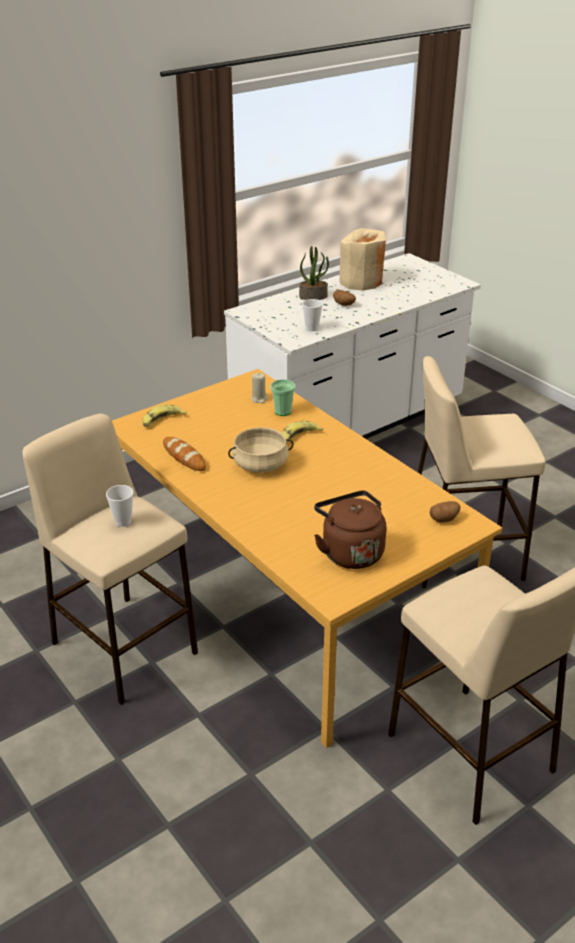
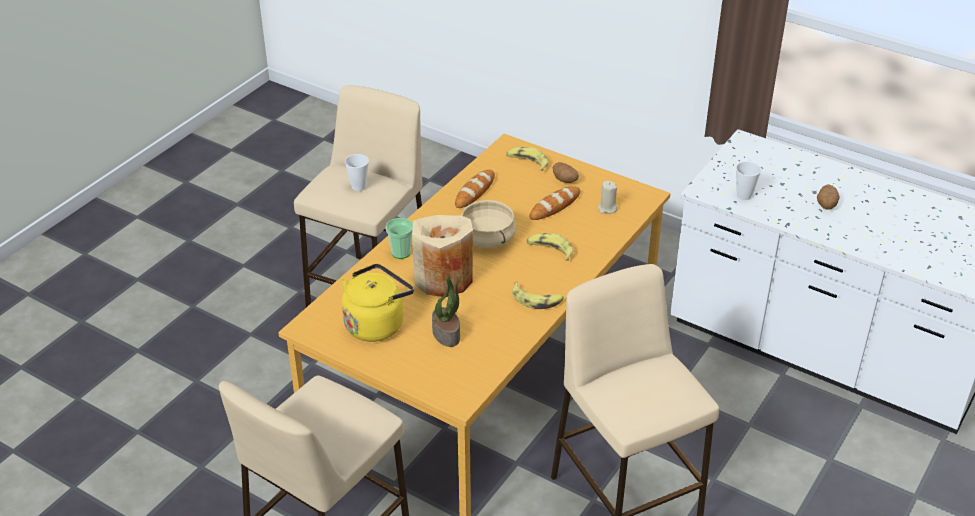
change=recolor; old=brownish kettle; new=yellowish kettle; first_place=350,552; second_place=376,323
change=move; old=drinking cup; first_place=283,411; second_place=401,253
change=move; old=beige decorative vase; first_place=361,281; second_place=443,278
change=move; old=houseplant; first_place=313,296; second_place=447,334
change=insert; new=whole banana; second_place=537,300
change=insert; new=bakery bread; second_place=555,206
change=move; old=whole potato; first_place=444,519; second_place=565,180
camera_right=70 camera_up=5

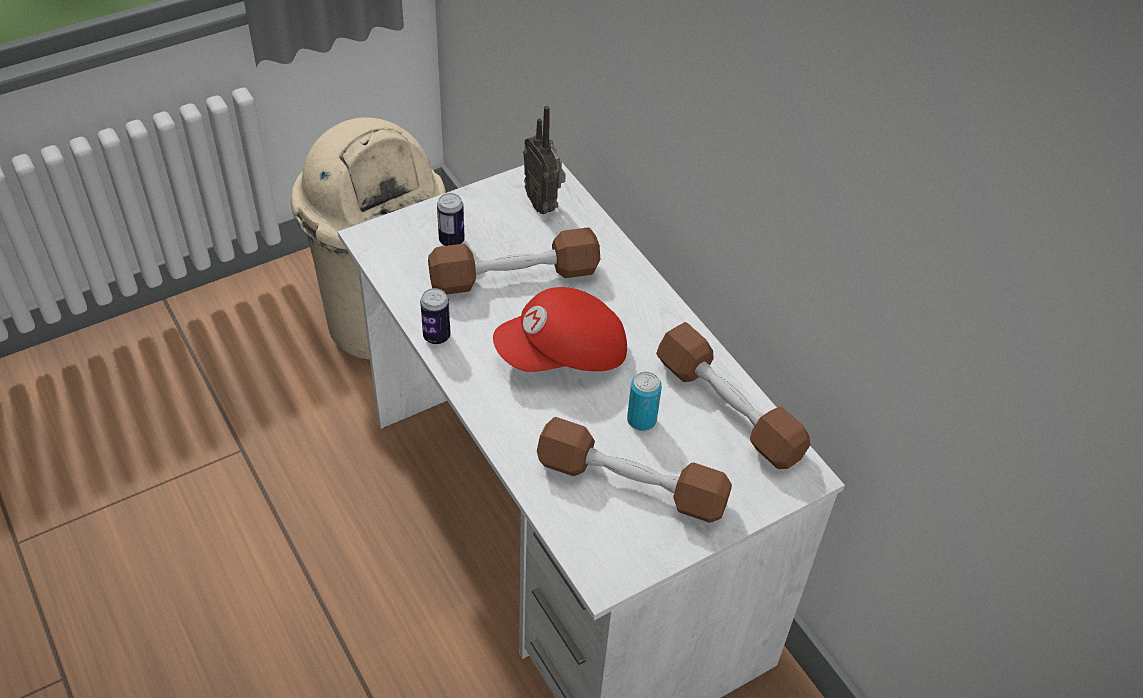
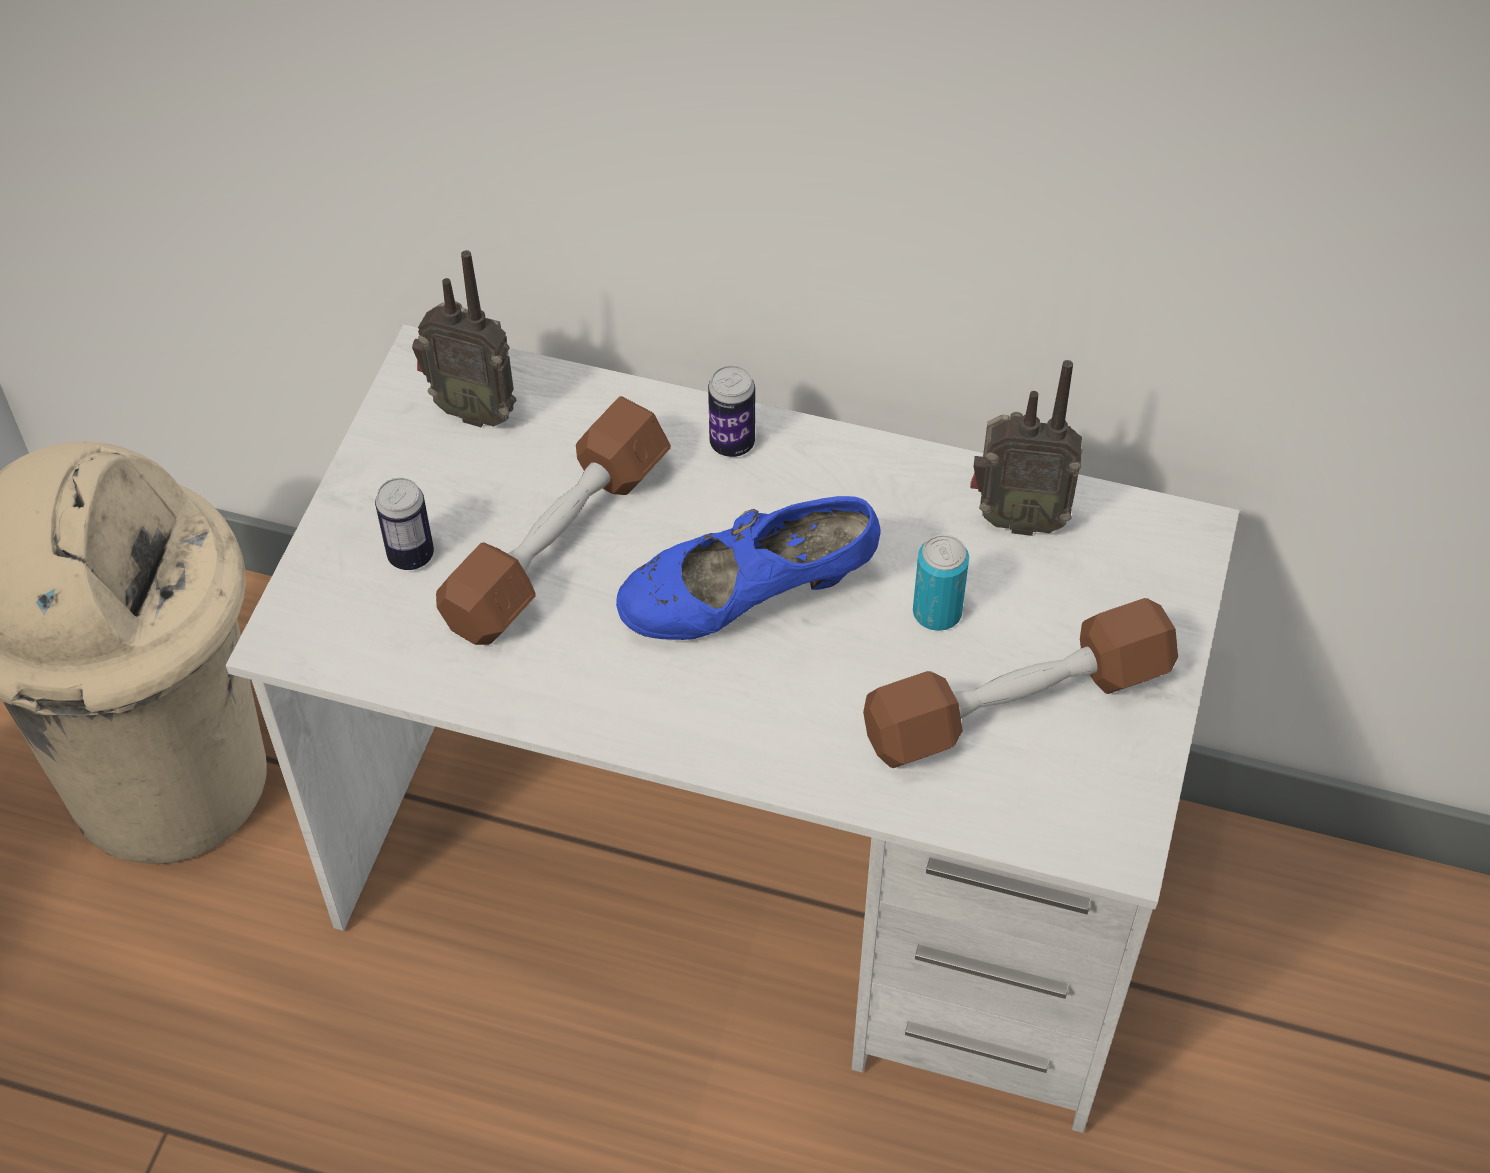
change=replace; old=reddish peaked cap; new=blue-coloured low shoe; first_place=563,355; second_place=747,602
change=move; old=metal can; first_place=436,336; second_place=732,443
change=replace; old=brownish hand weight; new=radio; first_place=728,409; second_place=1017,517
camera_right=-40 camera_up=5

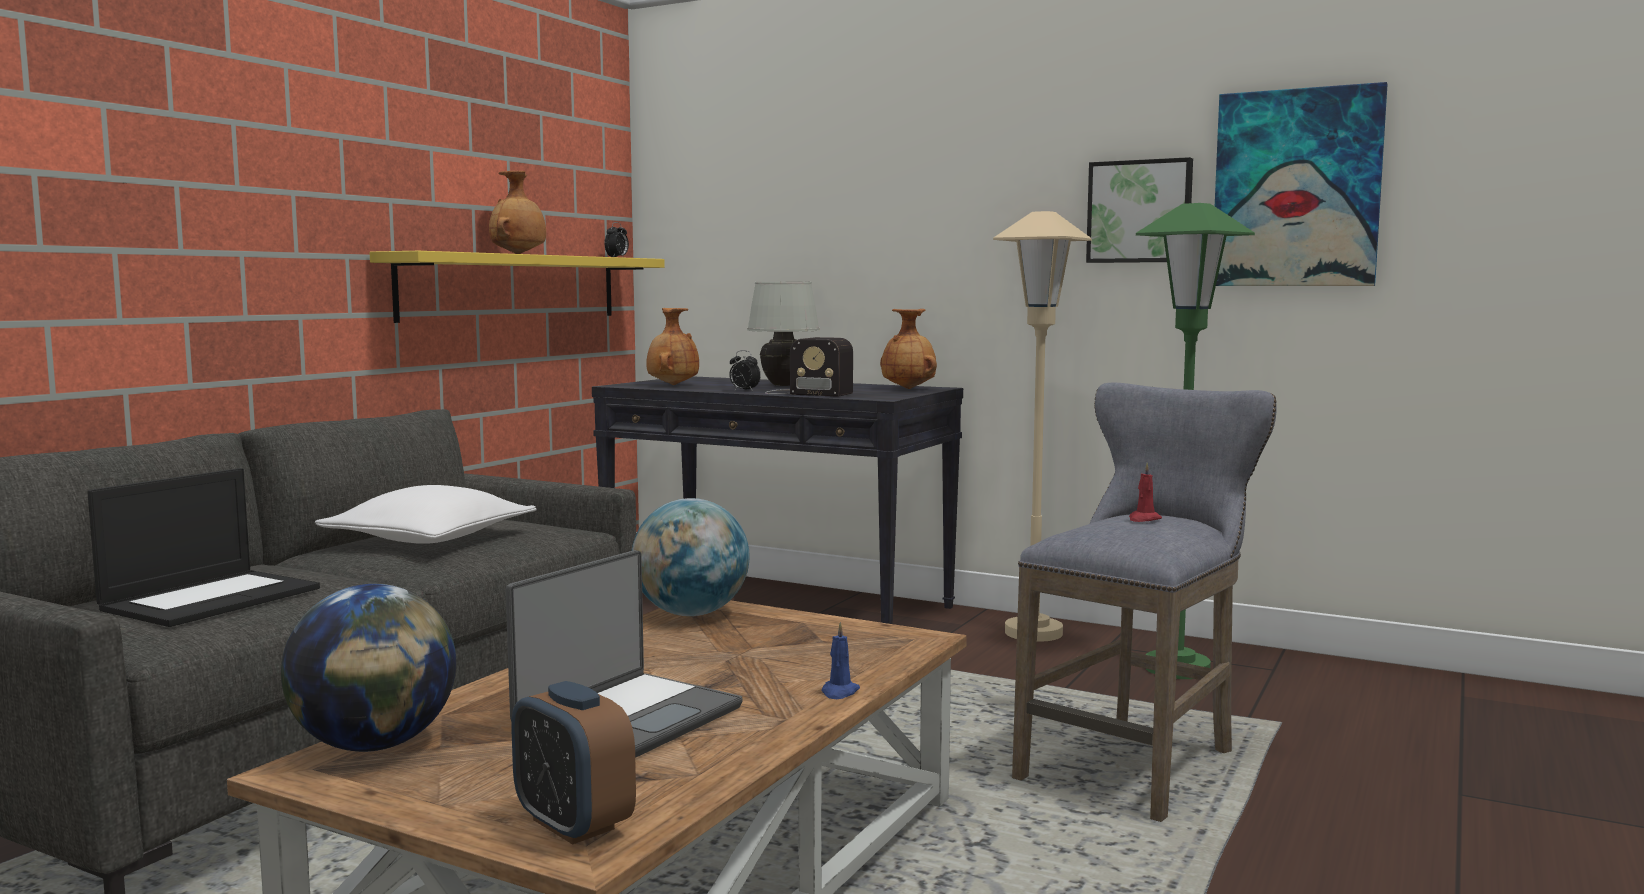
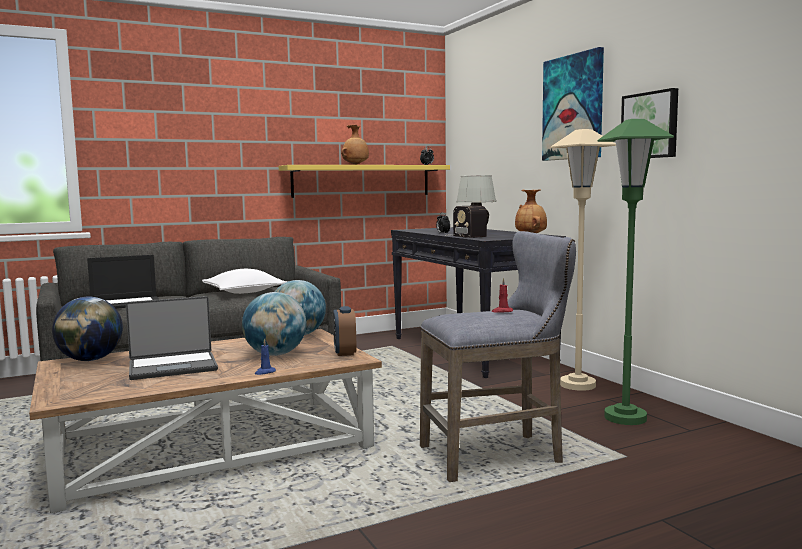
change=insert; new=world globe; second_place=275,354
change=move; old=bedside clock; first_place=573,824; second_place=344,352
change=move; old=wall art; first_place=1296,188; second_place=573,107
change=delete; old=brownish decorative vase; first_place=672,385
camera_right=35 camera_up=0

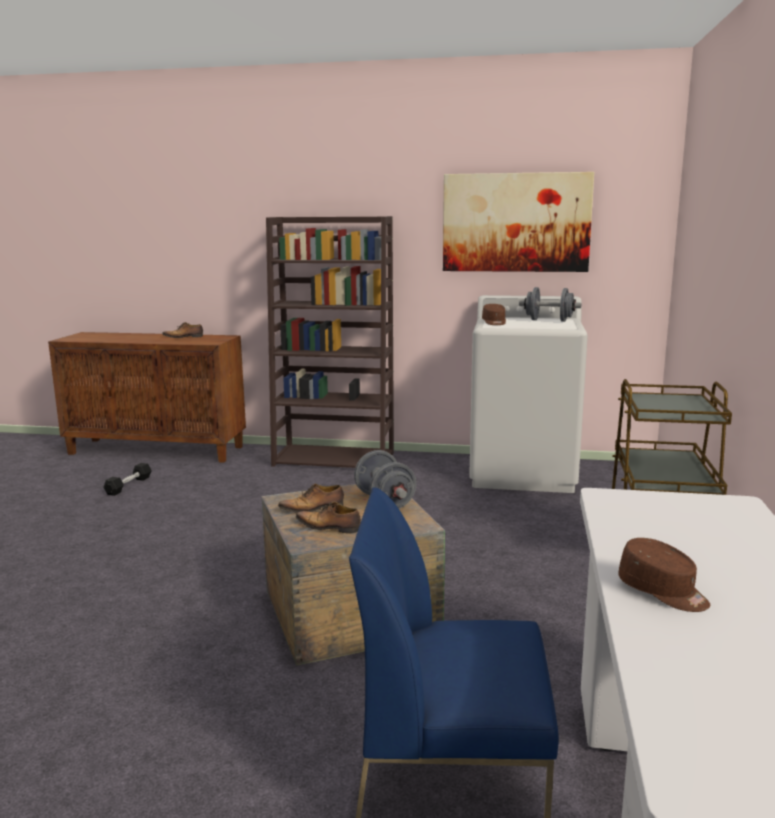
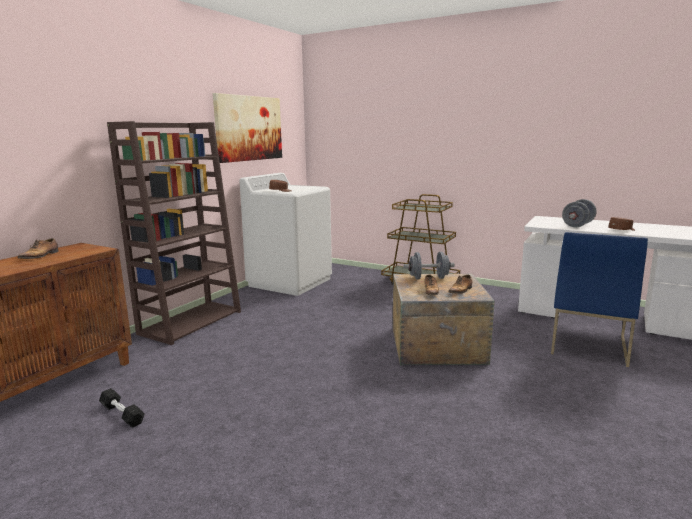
change=move; old=greyish hand weight; first_place=549,320; second_place=577,225
camera_right=-70 camera_up=0

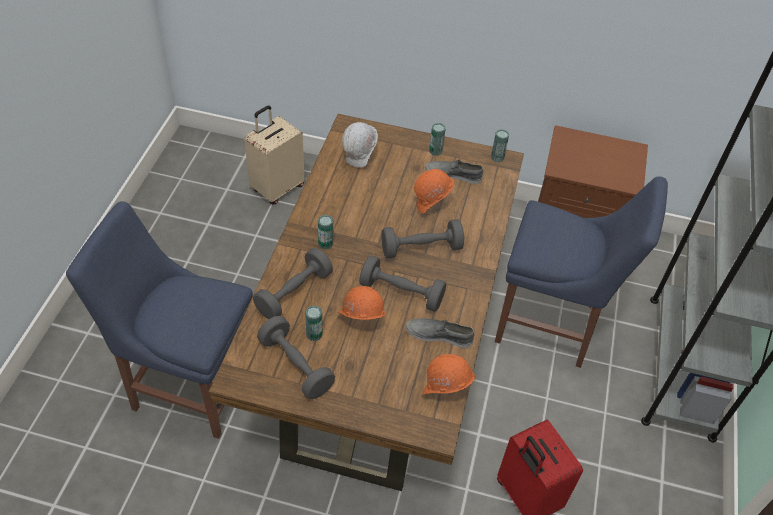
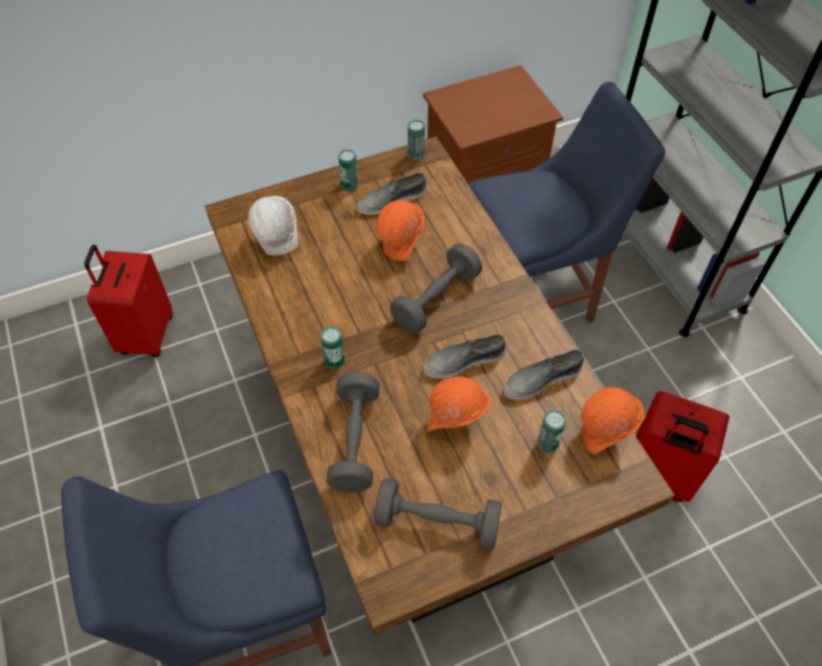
change=recolor; old=beige travel case; new=reddish travel case; first_place=277,188; second_place=145,335
change=replace; old=greyish hand weight; new=greyish low shoe; first_place=401,293; second_place=463,360
change=move; old=metal can; first_place=314,334; second_place=547,443
camera_right=-35 camera_up=5

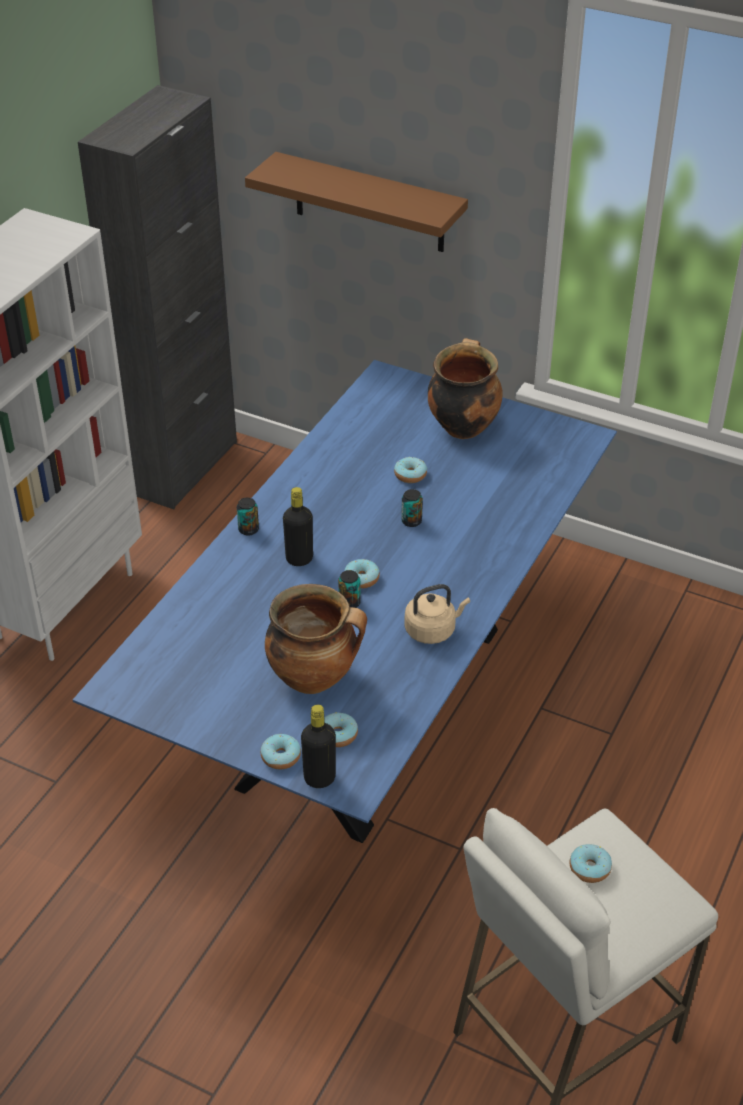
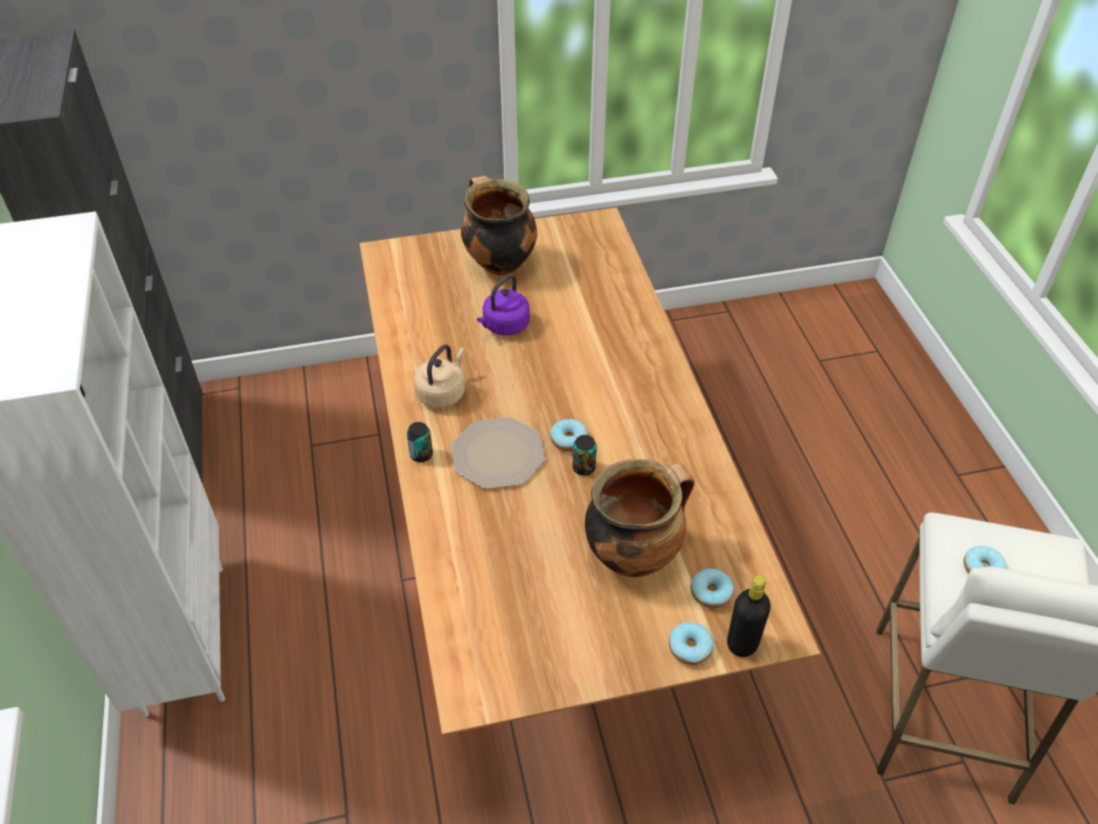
change=recolor; old=blue-coloured kitchen table; new=brownish kitchen table; first_place=371,707; second_place=548,552
change=move; old=beige kettle; first_place=432,630; second_place=442,393
change=replace; old=black drink bottle; new=flat dish; first_place=299,559; second_place=497,454
change=replace; old=doughnut; new=purple-coloured kettle; first_place=410,475; second_place=504,326
change=delete; old=brownish wall shelf; first_place=369,203
change=delete; old=metal can; first_place=411,521
camera_right=-40 camera_up=5

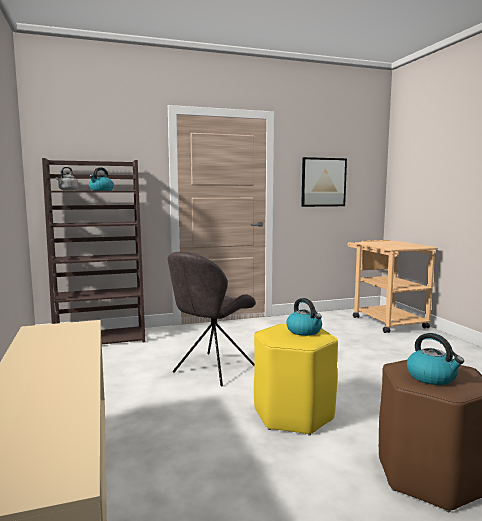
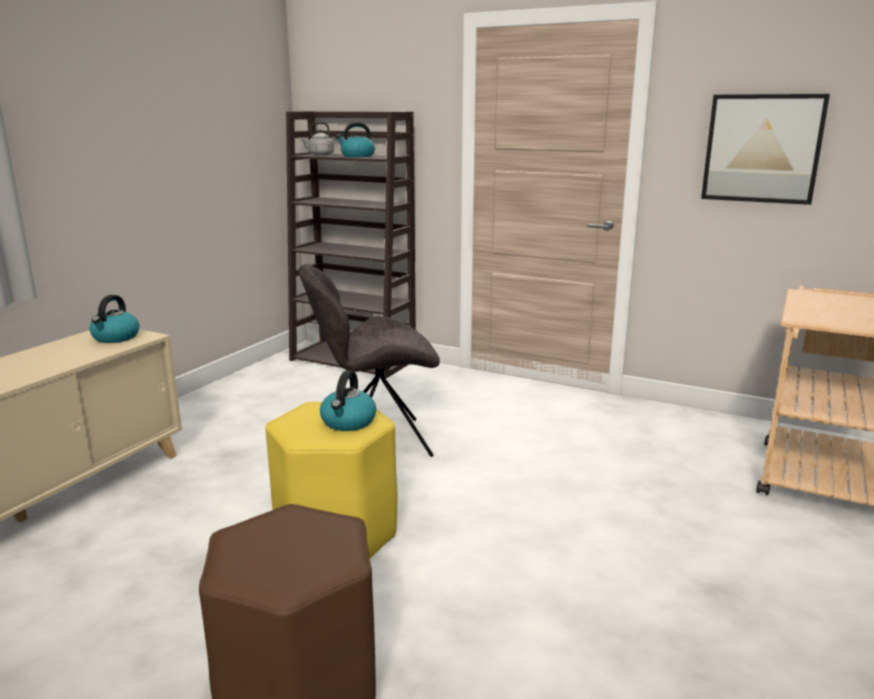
change=move; old=kettle; first_place=432,377; second_place=115,338
camera_right=45 camera_up=10

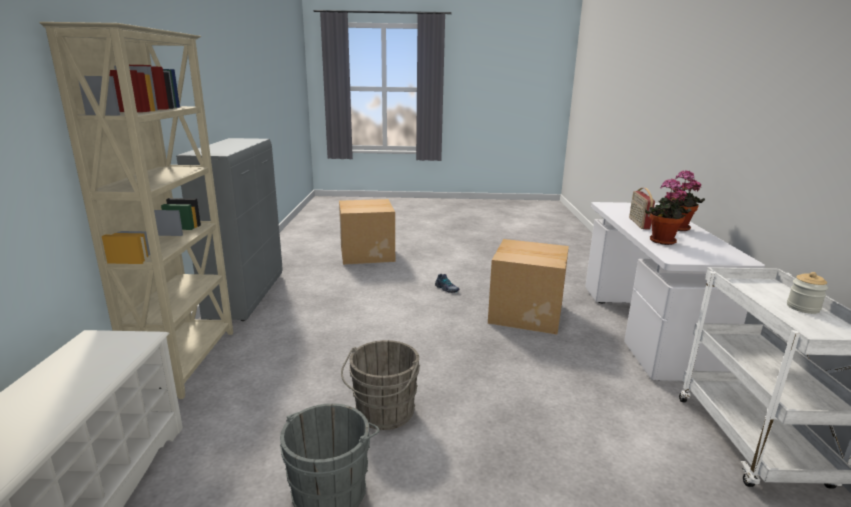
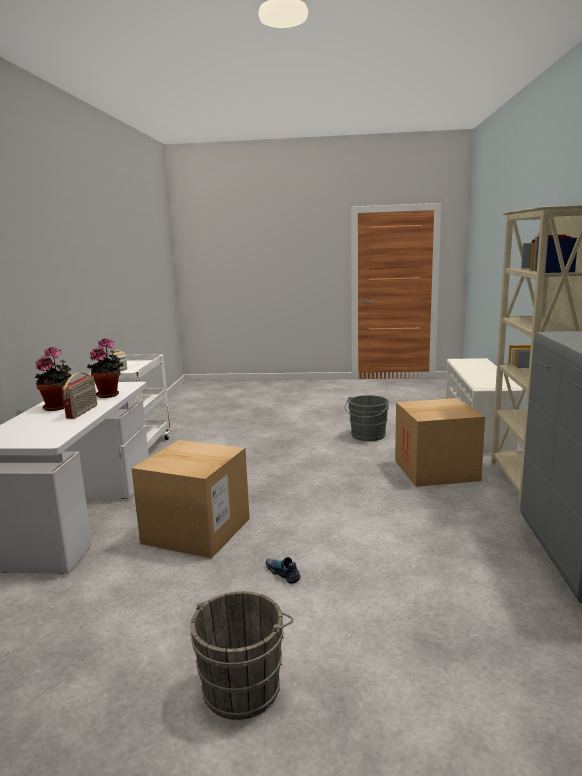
change=move; old=greyish pail; first_place=383,414; second_place=244,685
change=move; old=cardboard box; first_place=367,254; second_place=436,470
camera_right=-175 camera_up=-5

